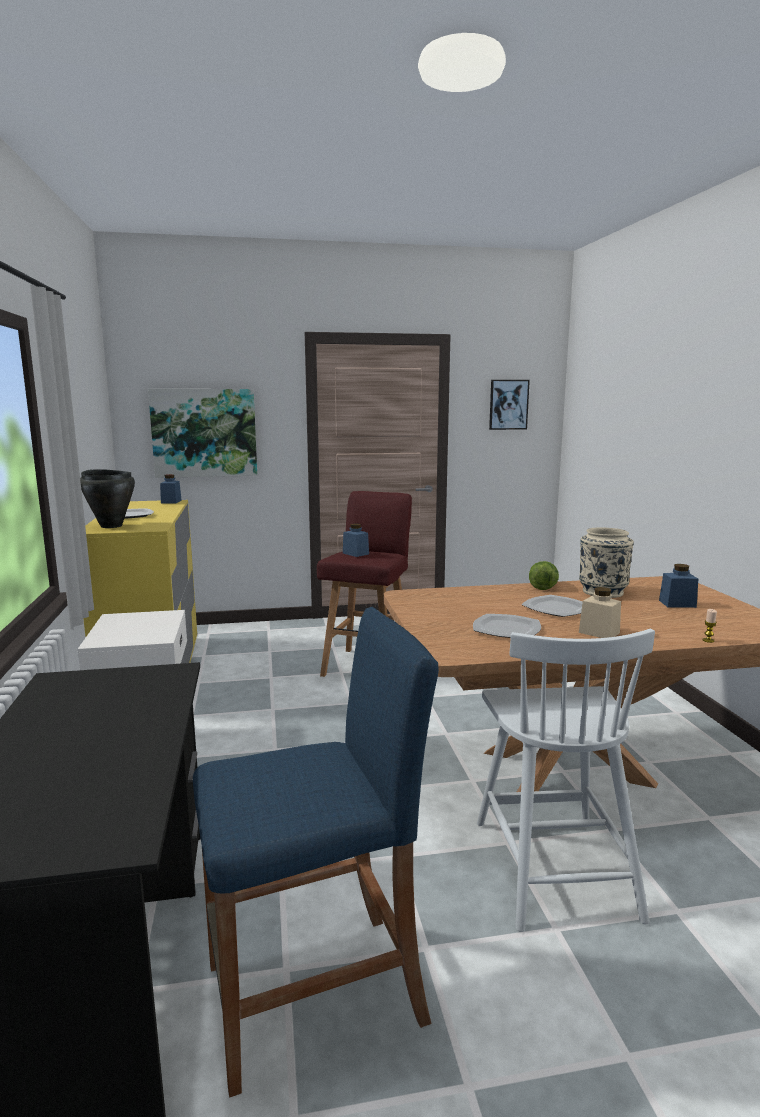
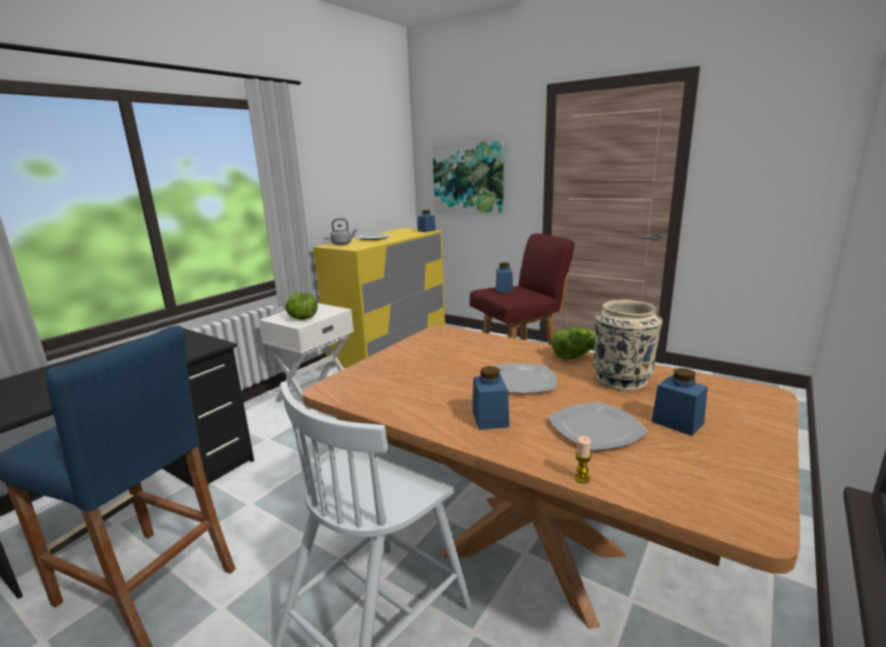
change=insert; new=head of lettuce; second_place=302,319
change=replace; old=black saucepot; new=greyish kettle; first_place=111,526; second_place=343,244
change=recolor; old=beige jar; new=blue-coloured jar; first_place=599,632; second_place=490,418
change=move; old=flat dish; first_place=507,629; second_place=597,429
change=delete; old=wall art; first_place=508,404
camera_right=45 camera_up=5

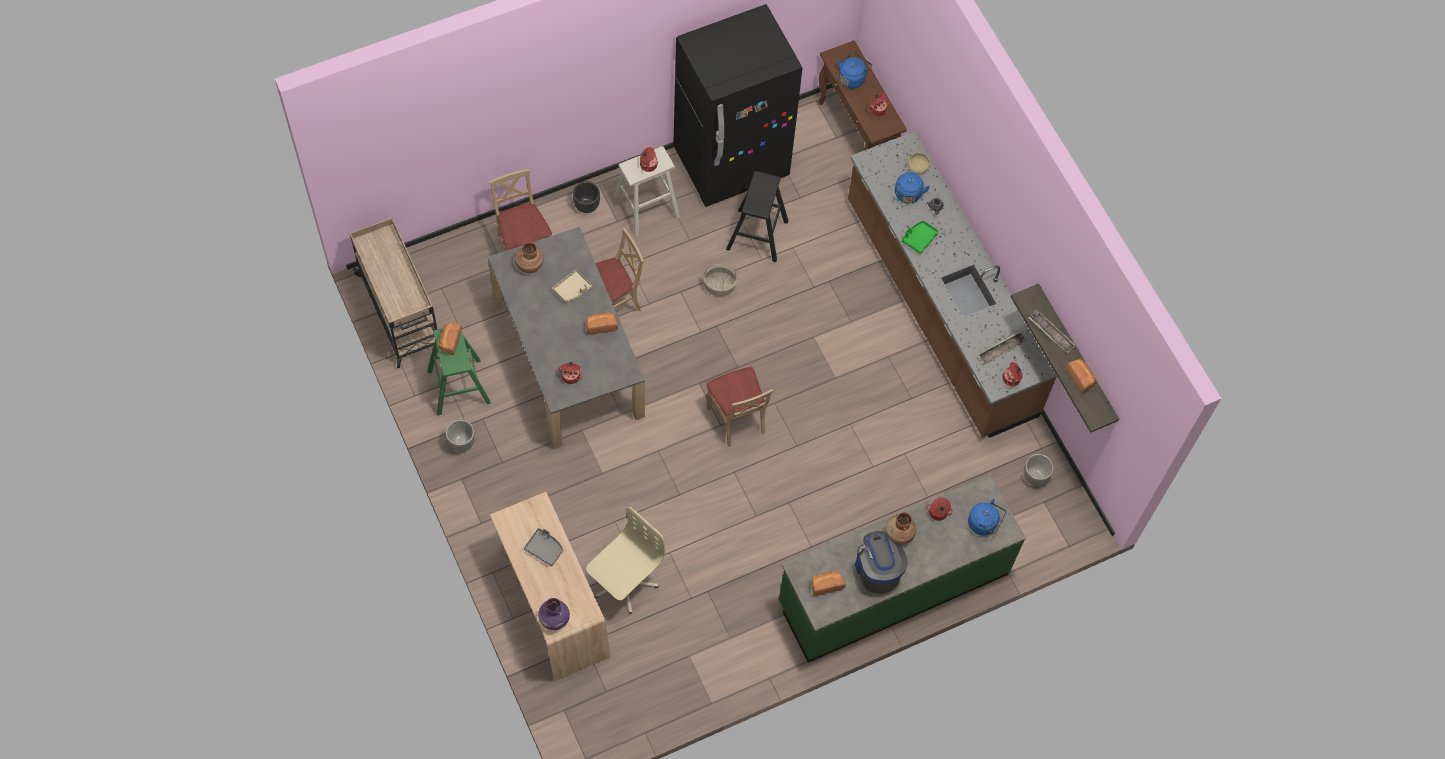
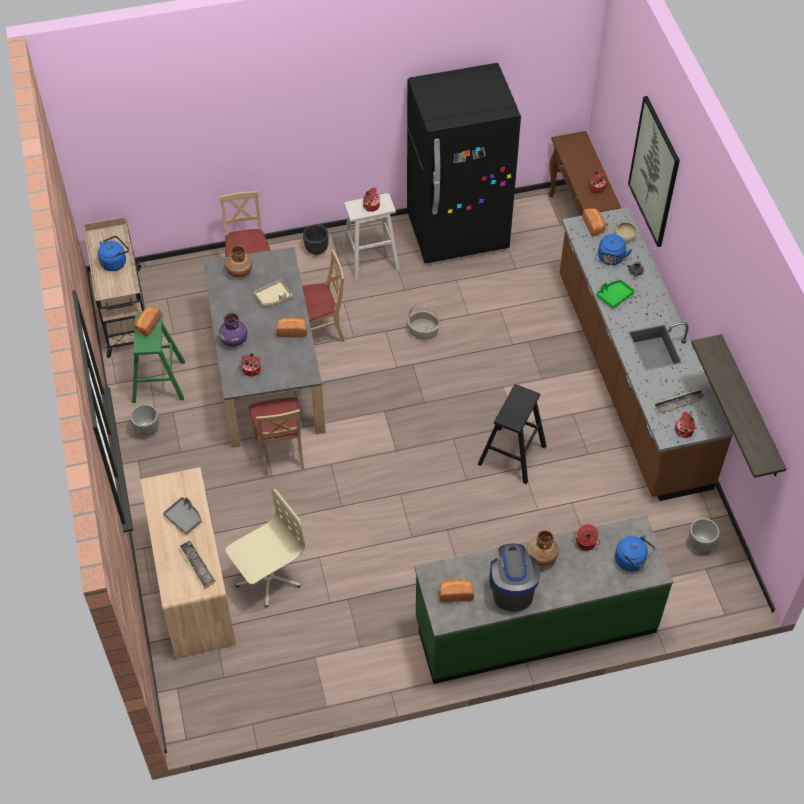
change=move; old=blue-coloured kettle; first_place=852,77; second_place=115,262
change=move; old=serving tray; first_place=1051,333; second_place=197,566
change=move; old=purple-coloured decorative vase; first_place=554,619; second_place=234,340
change=move; old=beige plain chair; first_place=737,419; second_place=280,452
change=move; old=black stool seat; first_place=757,235; second_place=512,455
change=move; old=bakery bread; first_place=1081,378; second_place=594,226
change=insert; new=wall art; second_place=654,172
camera_right=15 camera_up=-10

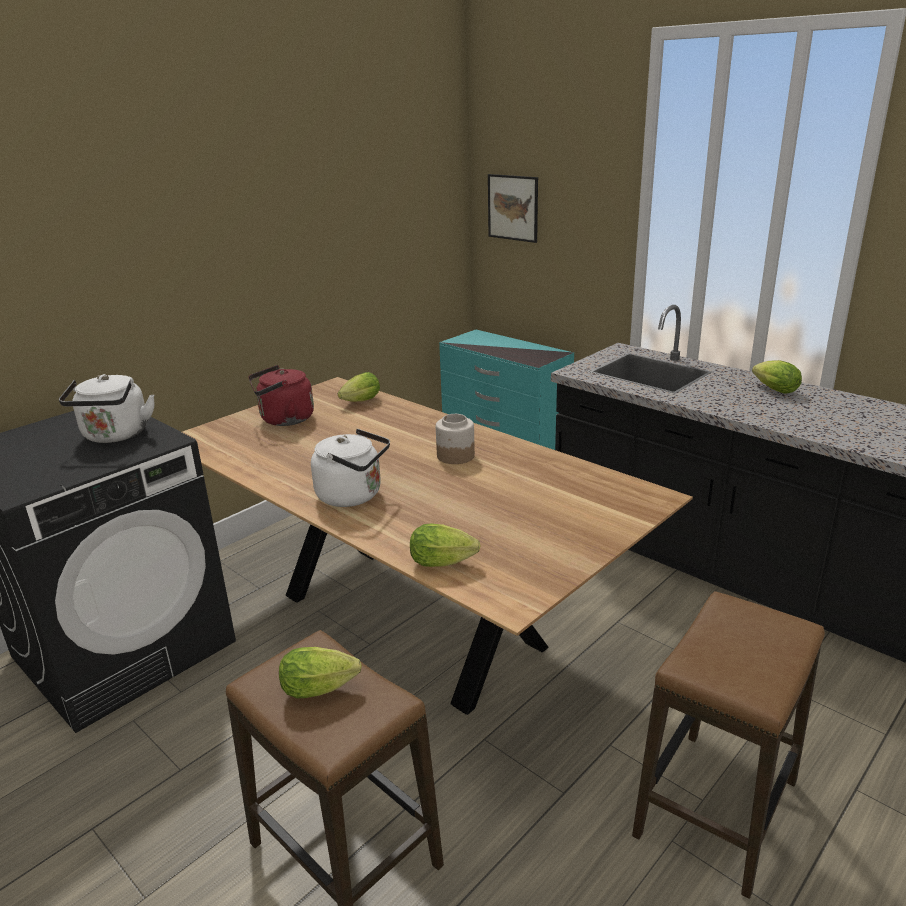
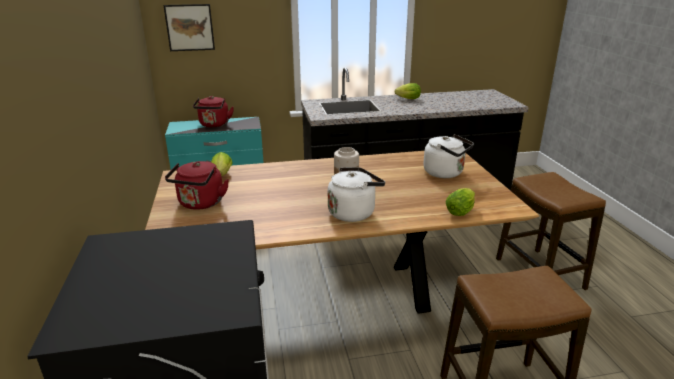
change=insert; new=reddish kettle; second_place=214,125
change=move; old=white kettle; first_place=115,436; second_place=445,173
change=delete; old=head of lettuce; first_place=323,688
camera_right=-55 camera_up=0

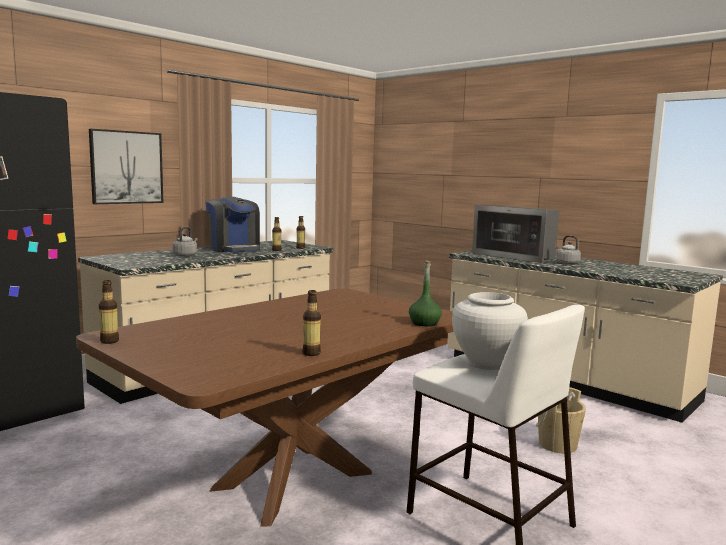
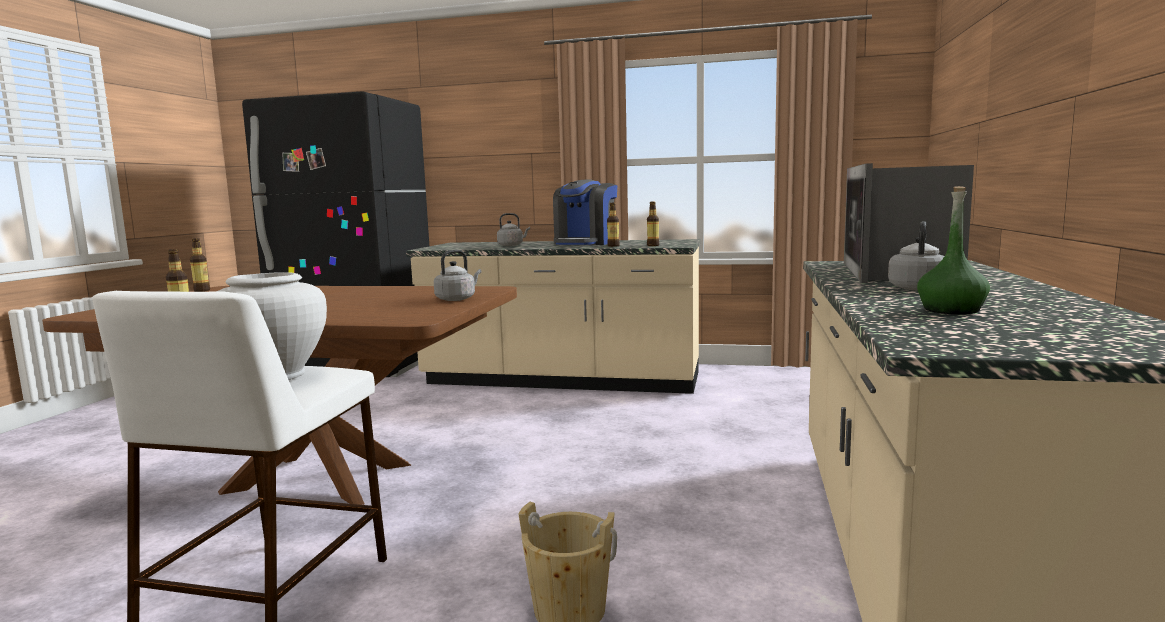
change=insert; new=greyish kettle; second_place=457,299
change=move; old=green drink bottle; first_place=424,323; second_place=951,310
change=delete; old=wall art; first_place=126,167
camera_right=60 camera_up=0

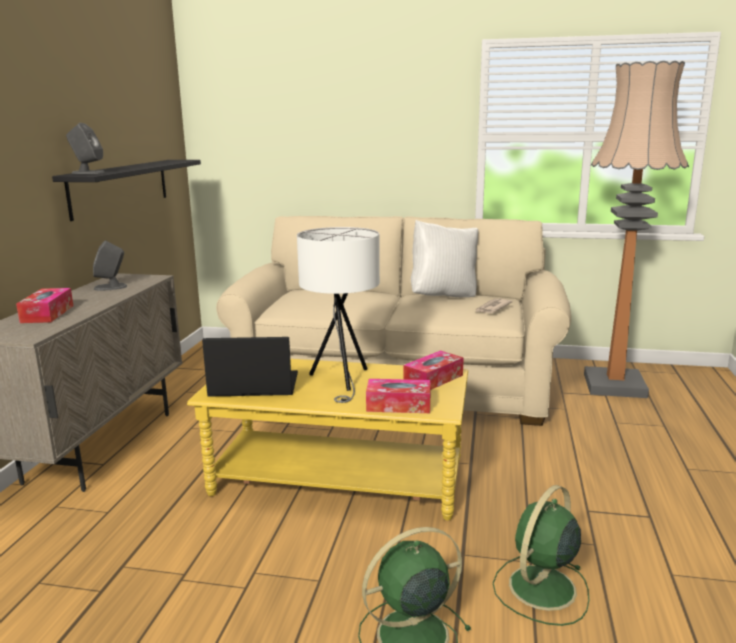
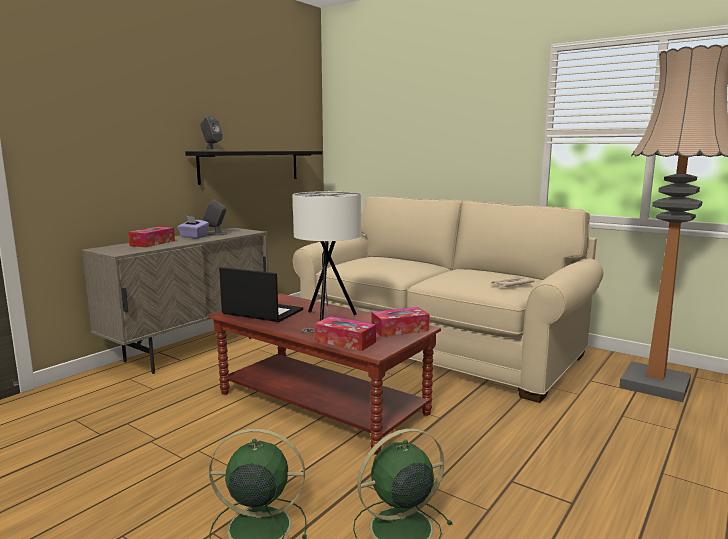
change=insert; new=purple-coloured tissue holder; second_place=193,237
change=recolor; old=yellowish low table; new=brownish low table; first_place=338,478; second_place=321,403
change=delete; old=white cushion; first_place=444,296
camera_right=25 camera_up=-5

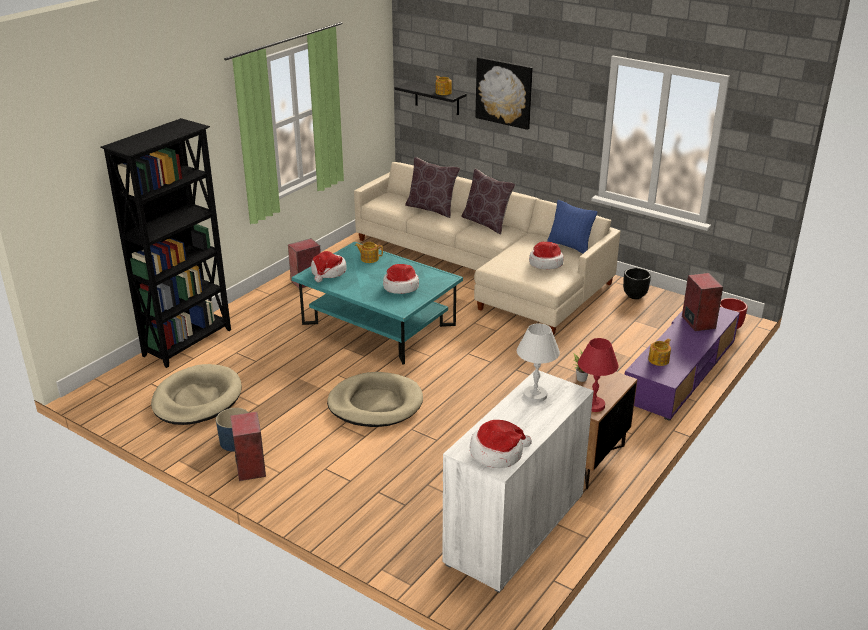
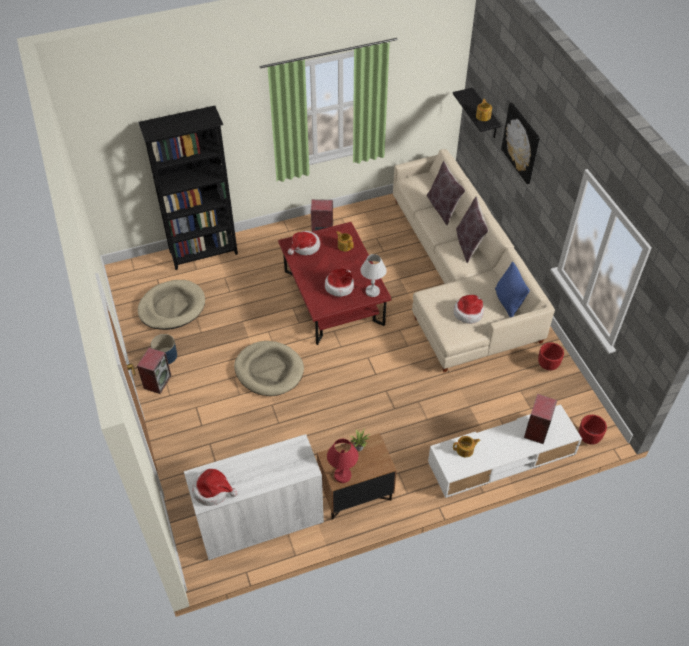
change=recolor; old=turquoise low table; new=reddish low table; first_place=379,324; second_place=333,297
change=move; old=white table lamp; first_place=535,395; second_place=372,291
change=recolor; old=purple-coloured tv stand; new=white tv stand; first_place=680,371; second_place=501,458
change=recolor; old=black plant pot; new=reddish plant pot; first_place=635,295; second_place=548,365
camera_right=35 camera_up=20

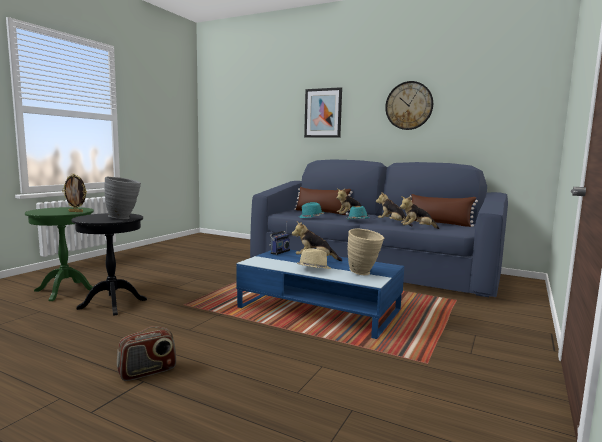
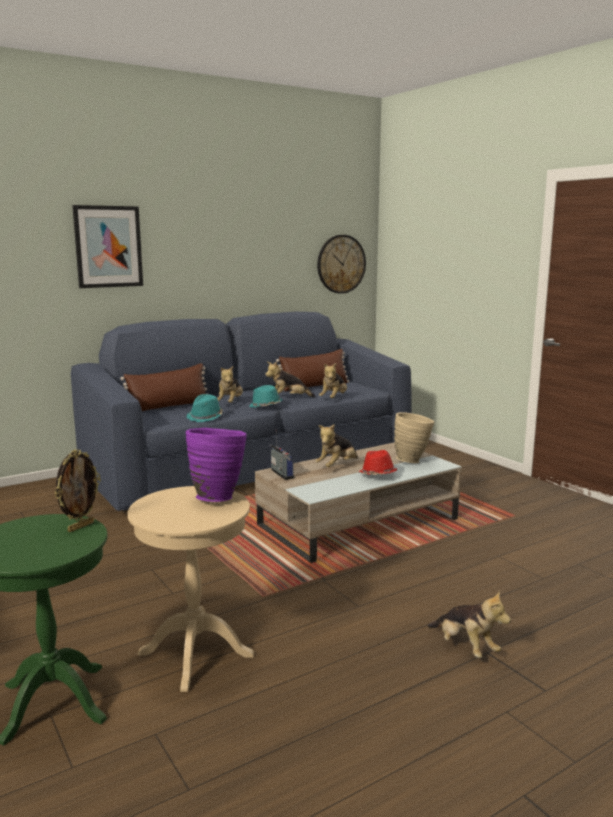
change=recolor; old=black end table; new=beige end table; first_place=112,304; second_place=196,654
change=recolor; old=greyish decorative vase; new=purple-coloured decorative vase; first_place=124,218; second_place=218,497
change=recolor; old=blue-coloured low table; new=beige low table; first_place=319,309; second_place=358,522
change=move; old=clock on the wall; first_place=409,105; second_place=341,264
change=recolor; old=beige hat; new=reddish hat; first_place=313,269; second_place=377,475
change=replace; old=radio; new=cuddly toy; first_place=147,372; second_place=465,647
camera_right=-60 camera_up=5

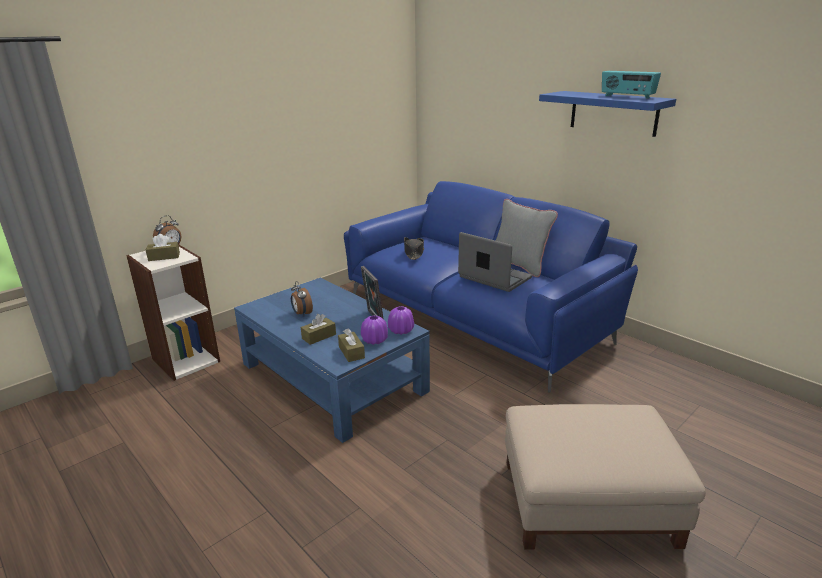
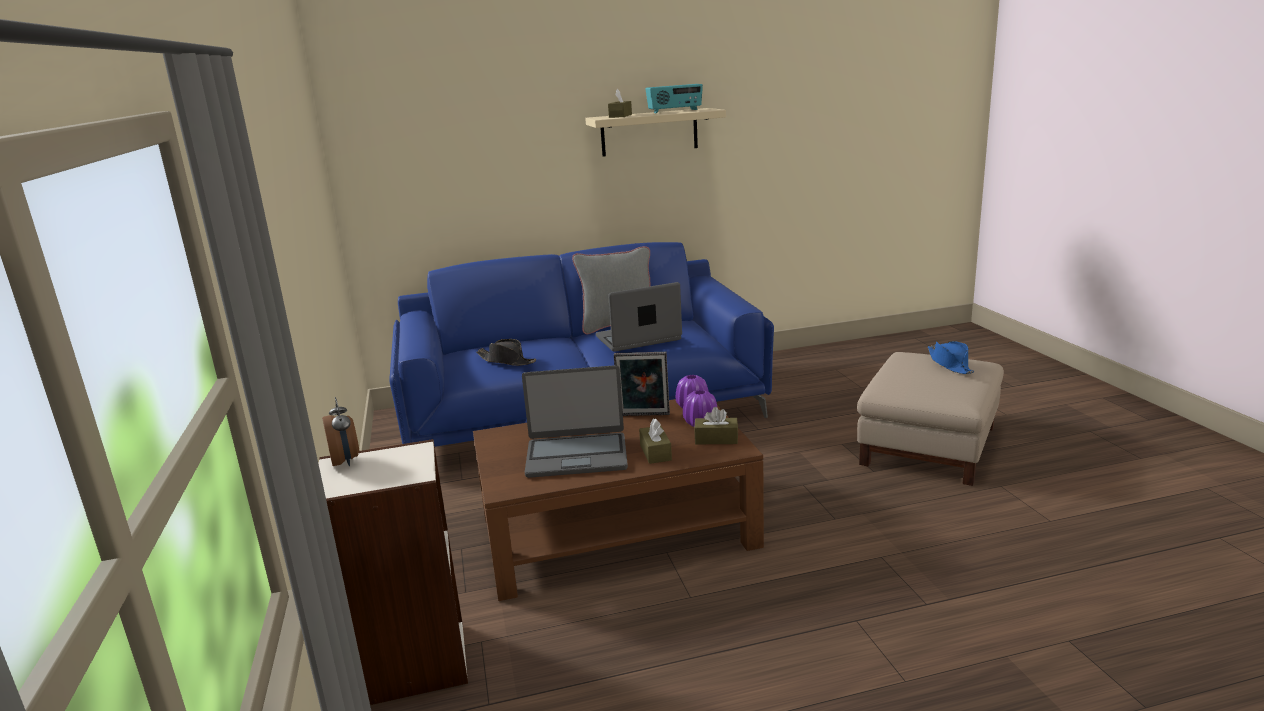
change=recolor; old=blue-coloured low table; new=brownish low table; first_place=333,377; second_place=617,530
change=replace; old=bedside clock; new=notebook computer; first_place=302,314; second_place=576,456
change=recolor; old=blue-coloured wall shelf; new=beige wall shelf; first_place=613,113; second_place=649,132
change=move; old=brownish tissue holder; first_place=164,257; second_place=620,116
change=insert; new=blue-coloured hat; second_place=950,364
camera_right=-60 camera_up=-5

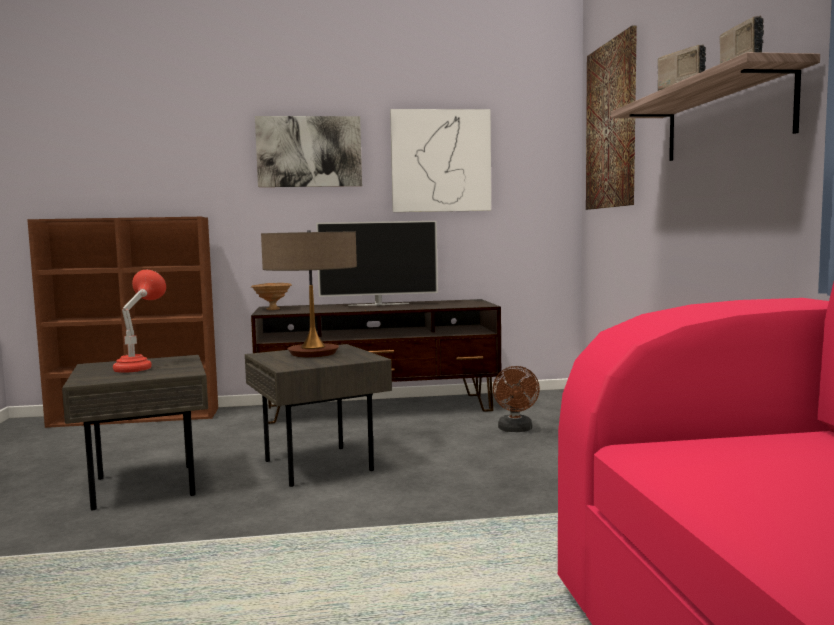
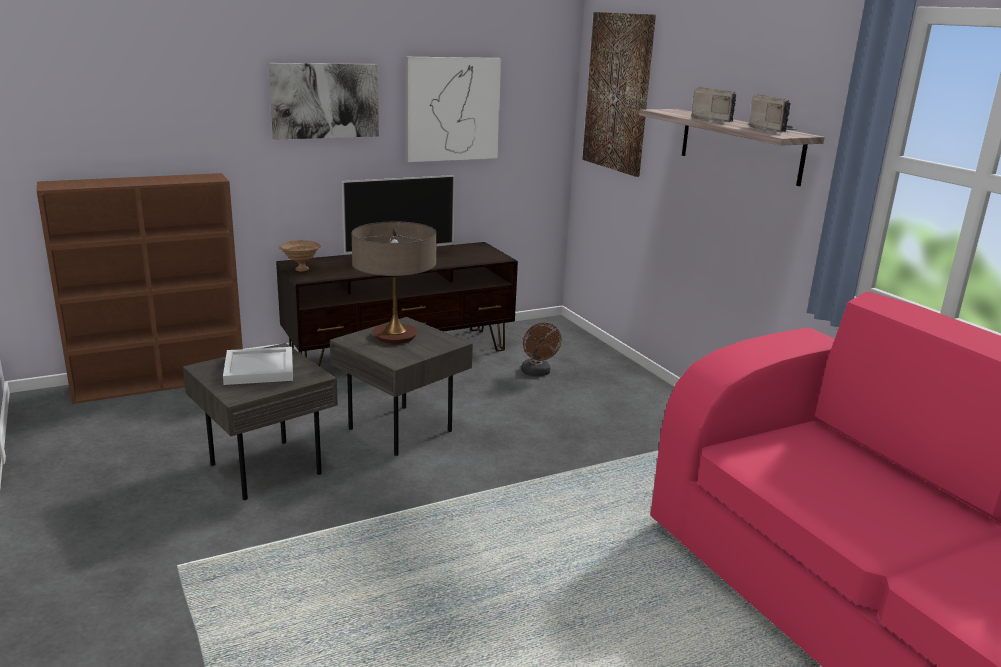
change=replace; old=reddish table lamp; new=white serving tray; first_place=139,367; second_place=258,369
camera_right=-20 camera_up=15

